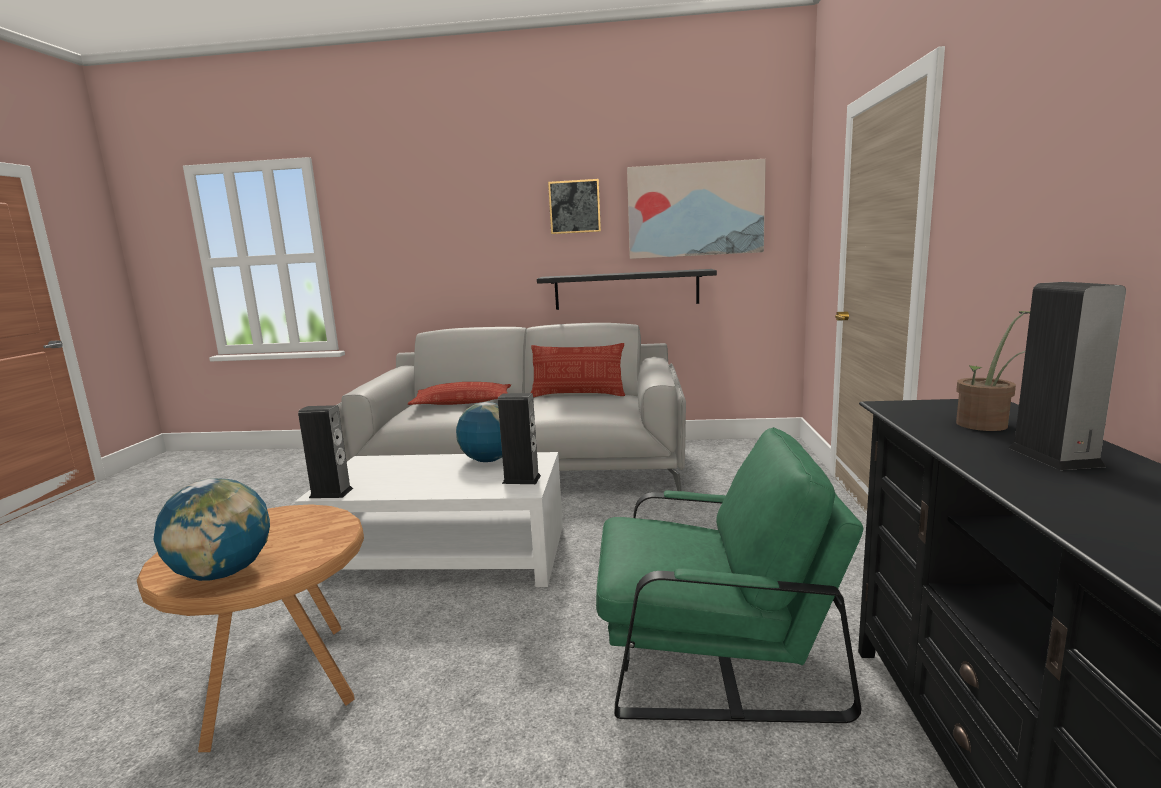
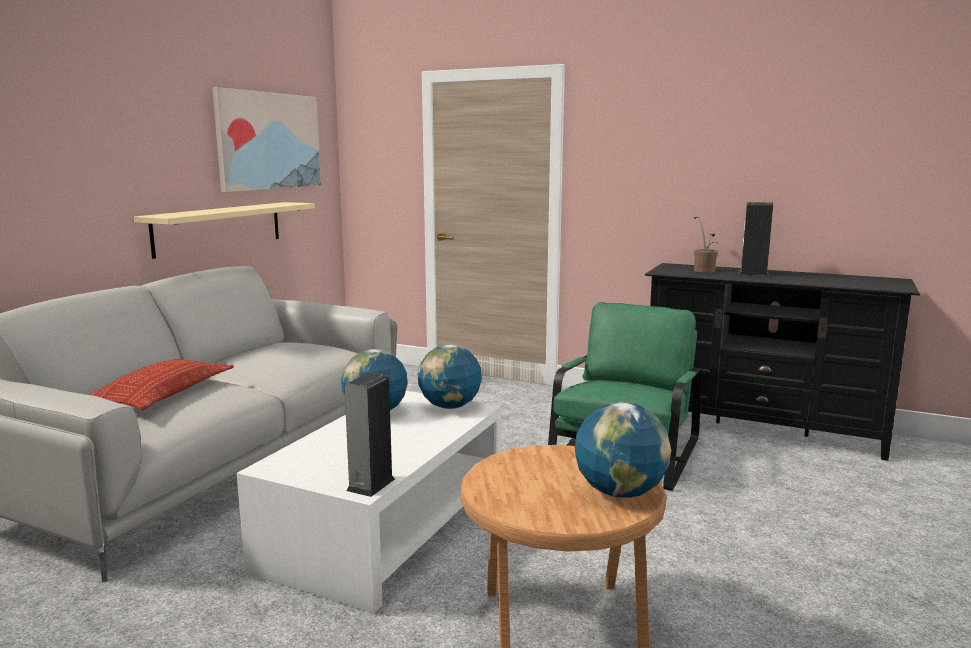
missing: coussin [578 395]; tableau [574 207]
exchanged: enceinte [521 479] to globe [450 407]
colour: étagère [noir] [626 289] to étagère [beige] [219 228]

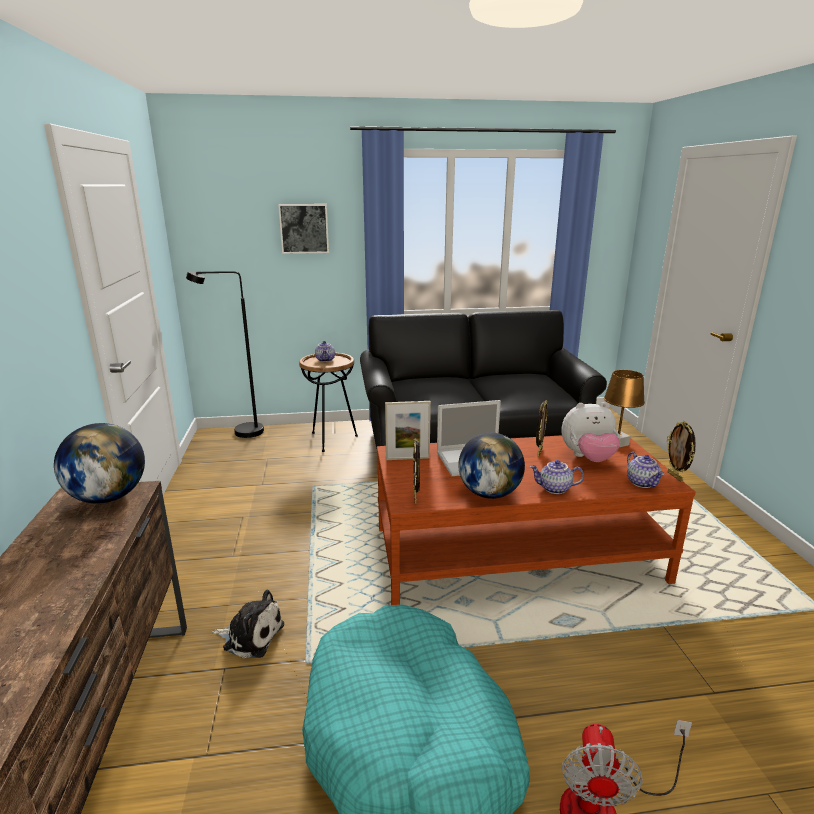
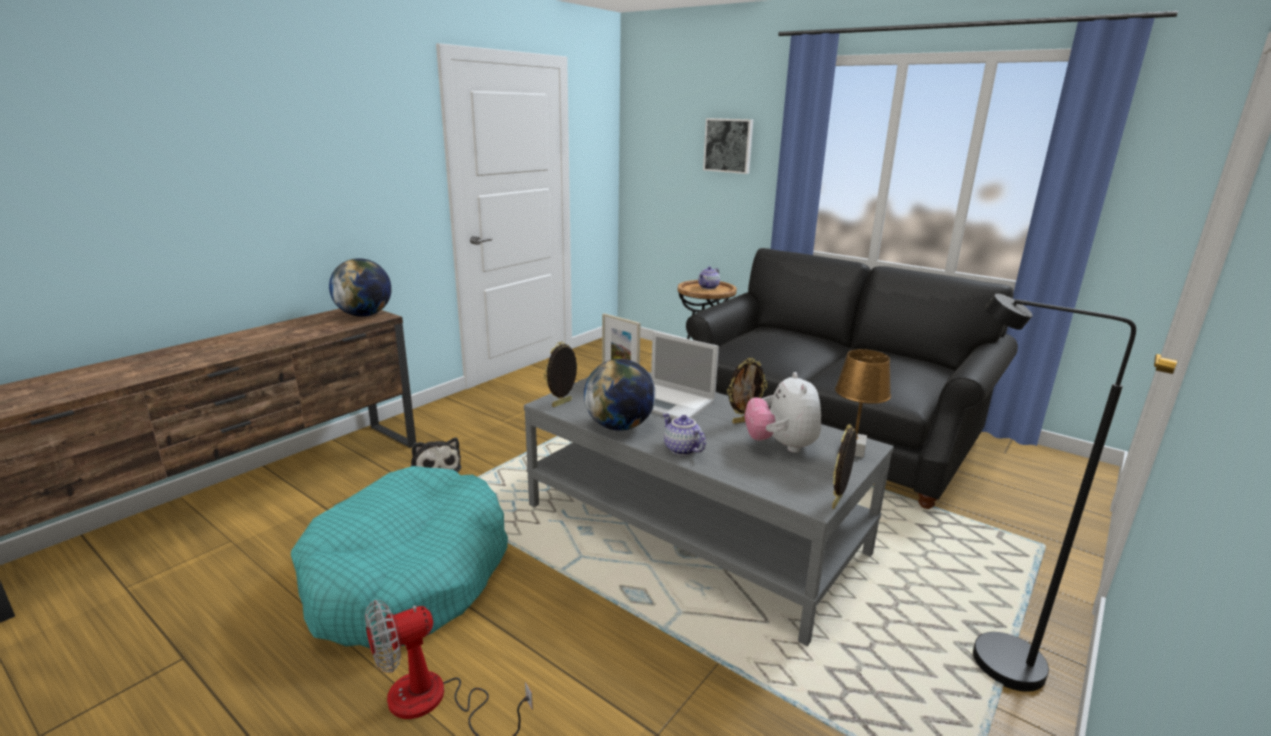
missing: théière [643 483]
relocated: lampadaire [noir] [240 432] to [987 655]
colour: table basse [marron] [516 554] to table basse [gris] [693 529]
spun: peluche [588 458] = [781 446] 45 degrees clockwise

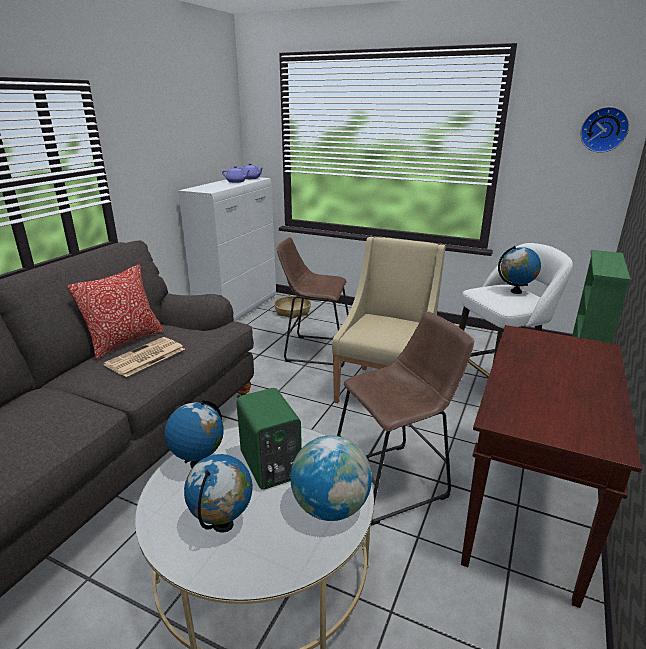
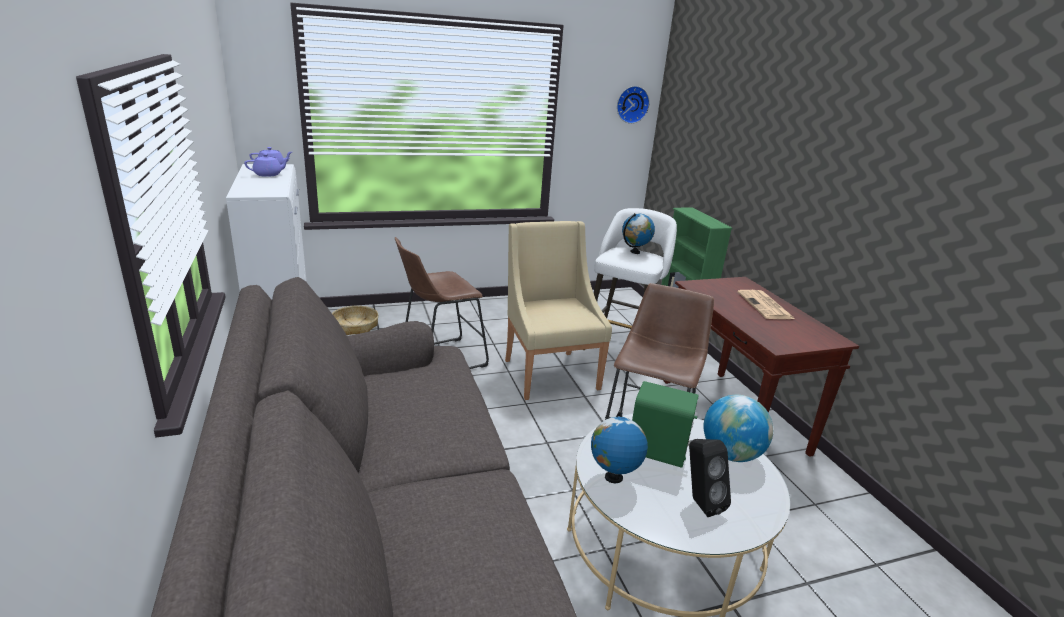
missing: coussin [125 342]
relocated: journal [145 357] to [765 306]
exchanged: globe [223 525] to enceinte [noir] [699 503]

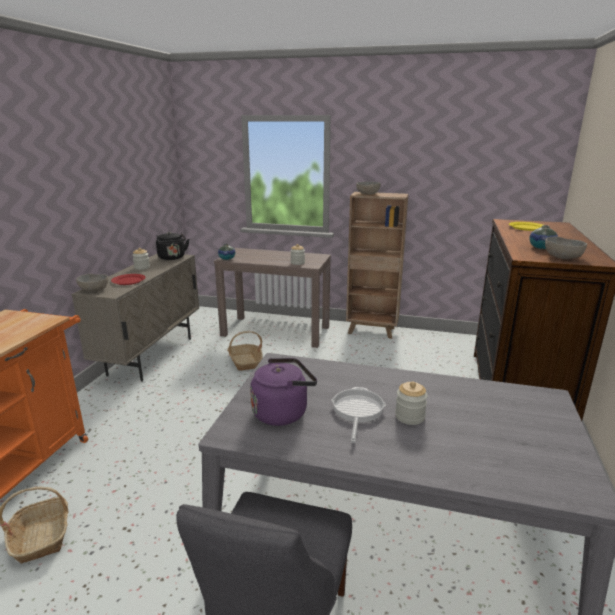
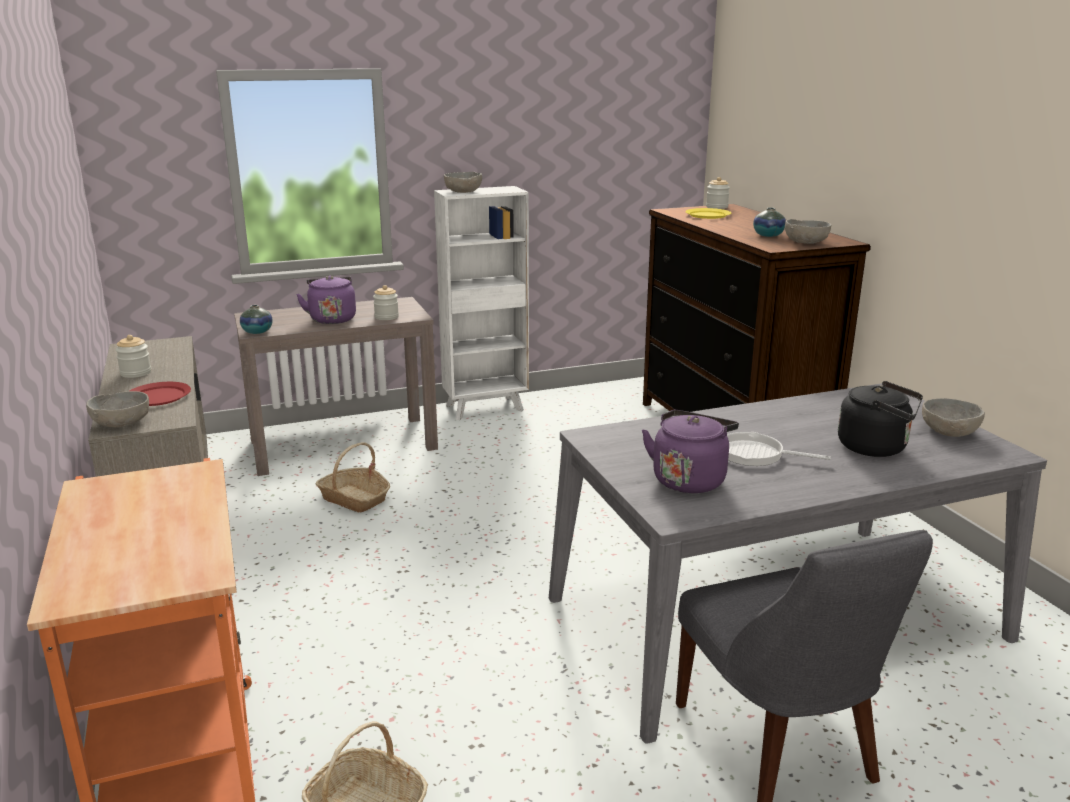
appeared: bouilloire [violet] [332 319]; bol [gris] [948 431]
relocated: bouilloire [noir] [172 258] to [876 448]; bocal [409 416] to [717 207]
colour: bibliothèque [marron] [372 331] to bibliothèque [blanc] [486 408]
spun: poêle [357 411] = [755 454] 45 degrees counterclockwise

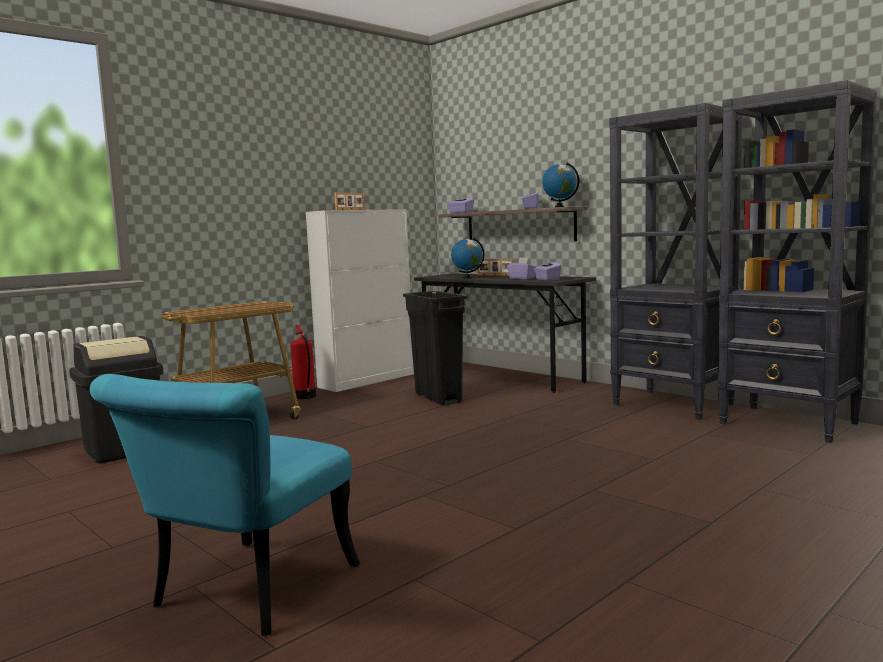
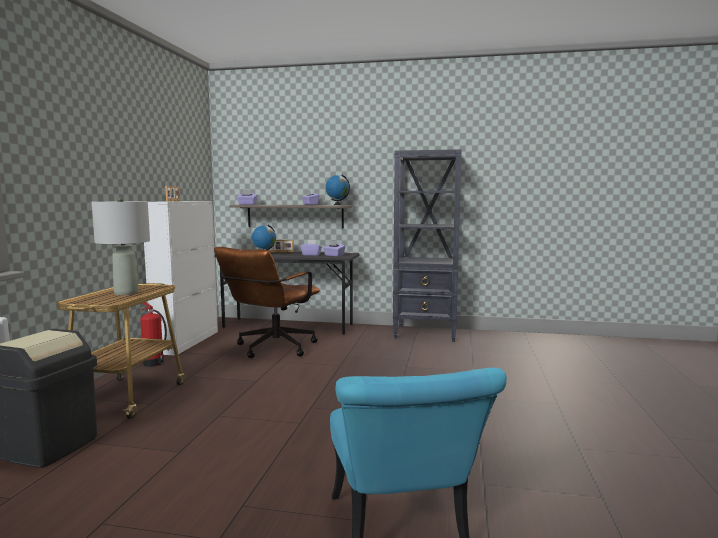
missing: bibliothèque [noir] [789 424]
appeared: lampe de table [gris] [127 293]
exchanged: poubelle [noir] [438 398] to chaise de bureau [marron] [271 349]

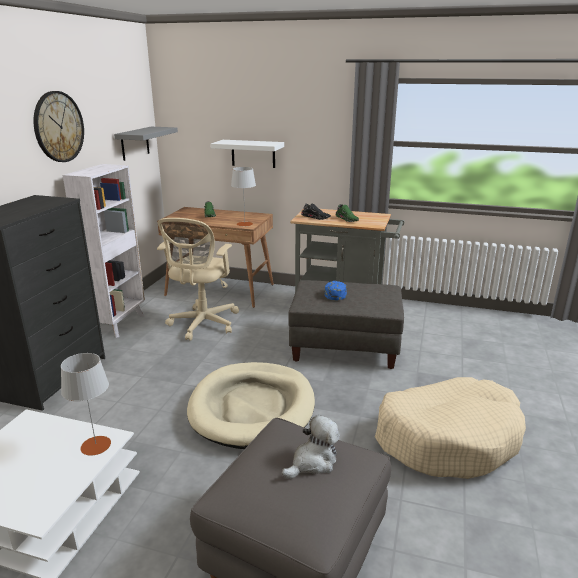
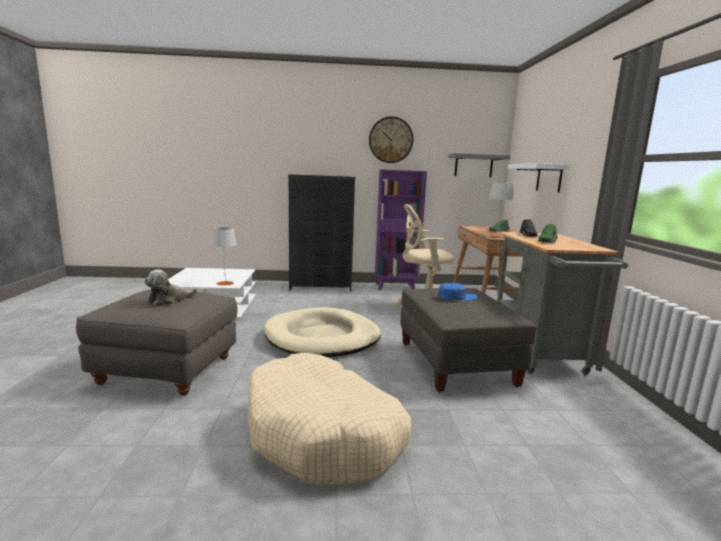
colour: bibliothèque [blanc] [120 323] to bibliothèque [violet] [396 287]
spun: peluche [313 462] = [169 300] 105 degrees clockwise

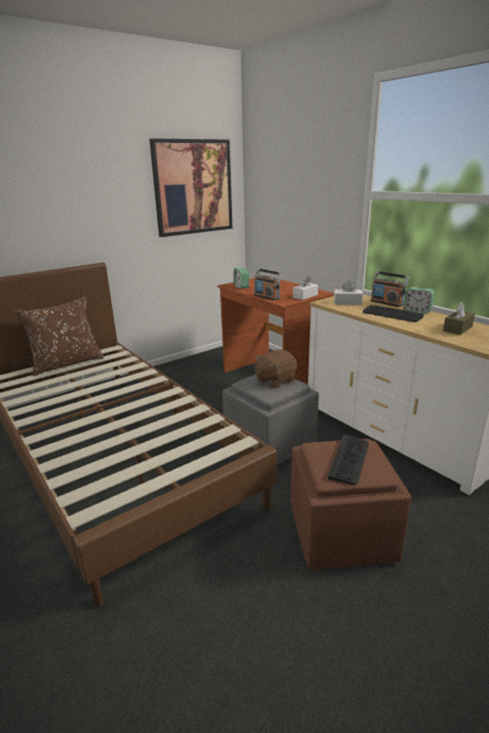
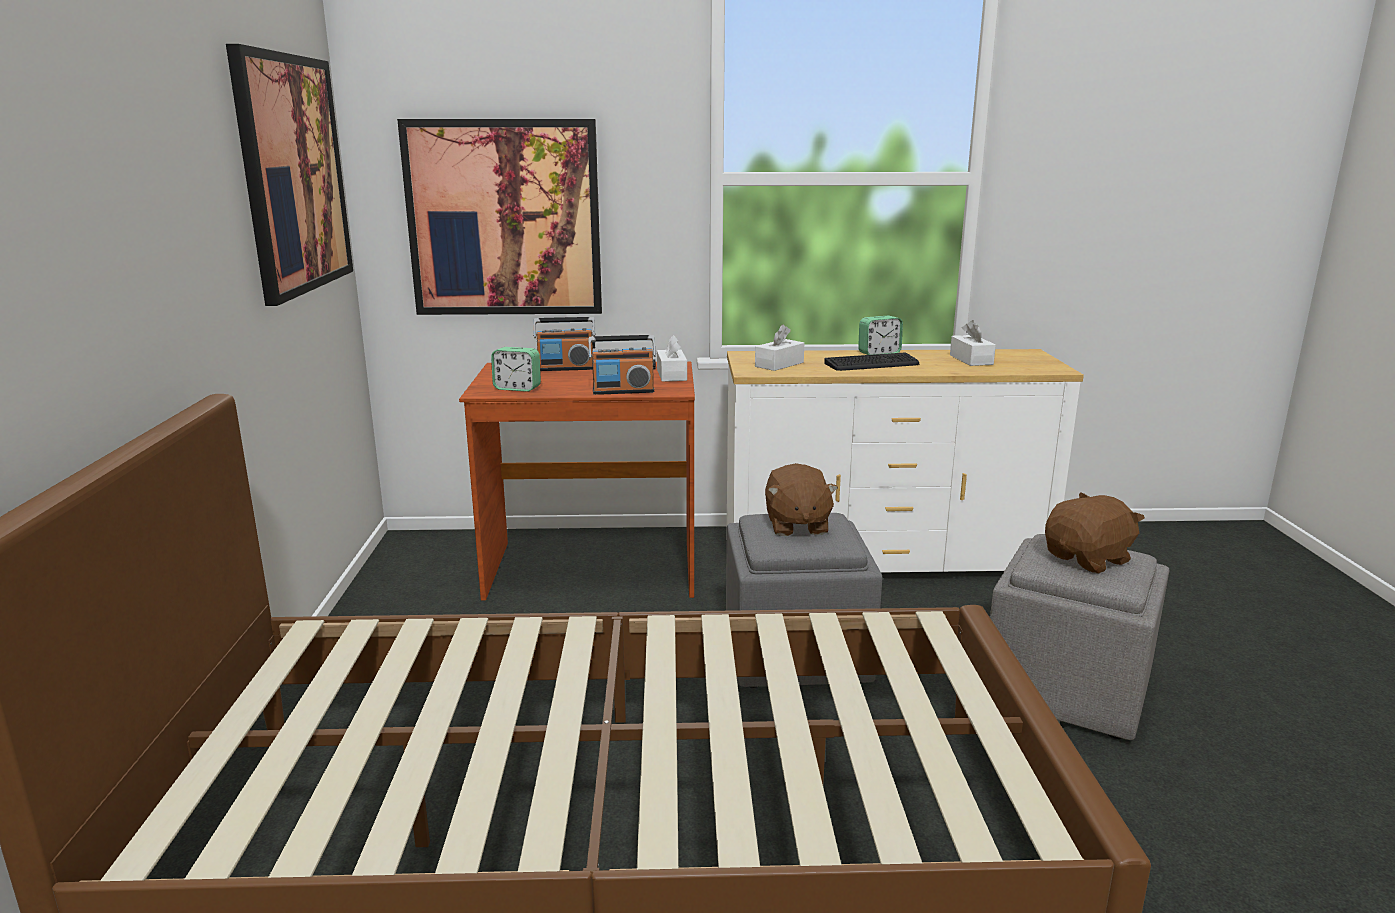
missing: coussin [marron] [66 363]
appeared: tableau [504 219]
relocated: radio [386 303] to [566 368]
exchanged: clavier [349 460] to peluche [marron] [1088 559]
colour: pouf [marron] [340 533] to pouf [gris] [1064 690]; boîte à mouchoirs [marron] [457 329] to boîte à mouchoirs [blanc] [971 360]

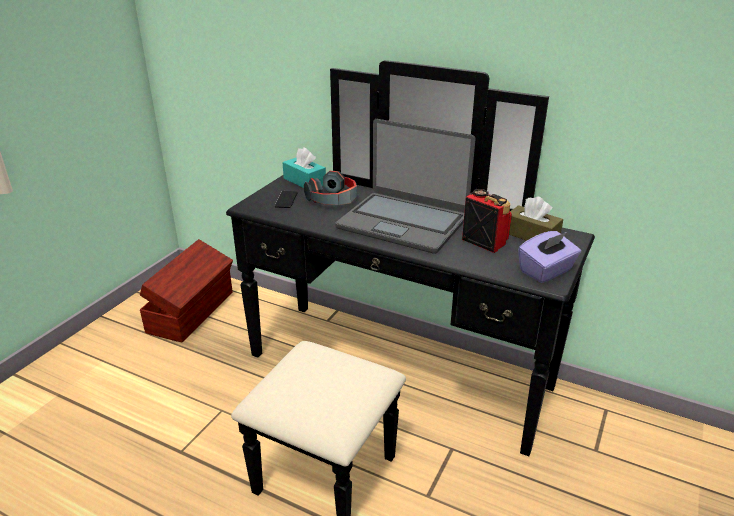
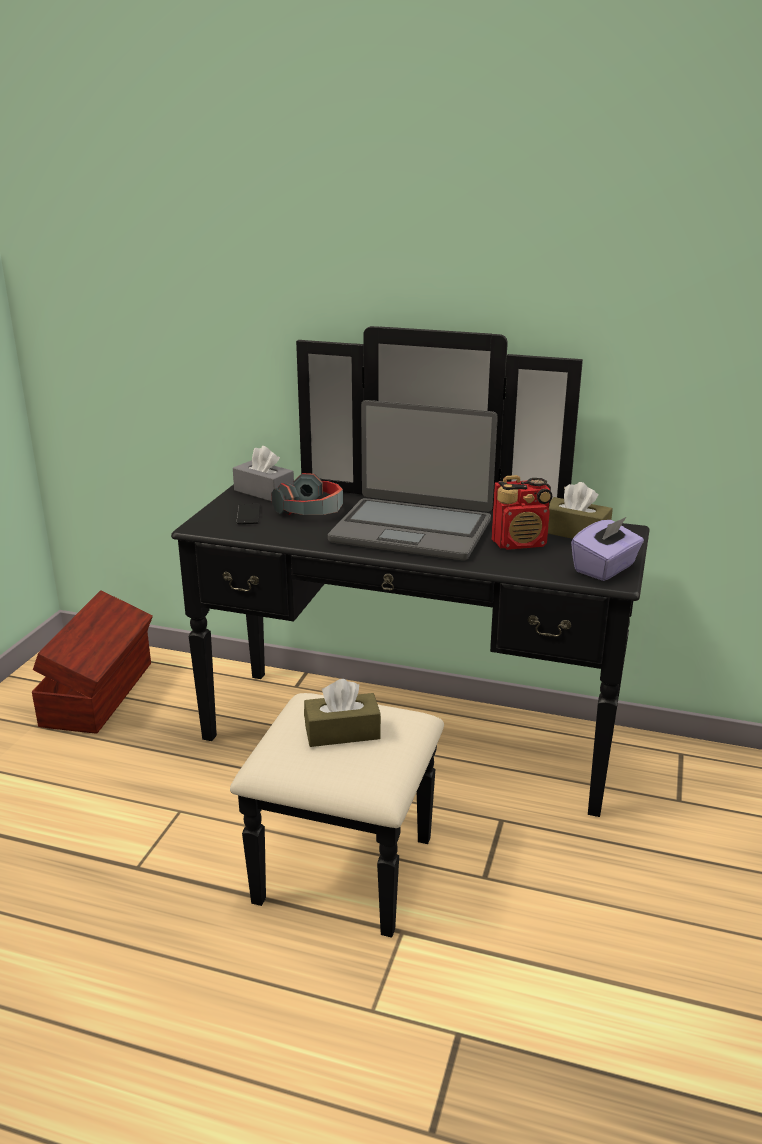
appeared: boîte à mouchoirs [marron] [342 732]
colour: boîte à mouchoirs [turquoise] [304 181] to boîte à mouchoirs [gris] [264 492]
spun: radio [484 241] = [520 543] 135 degrees clockwise

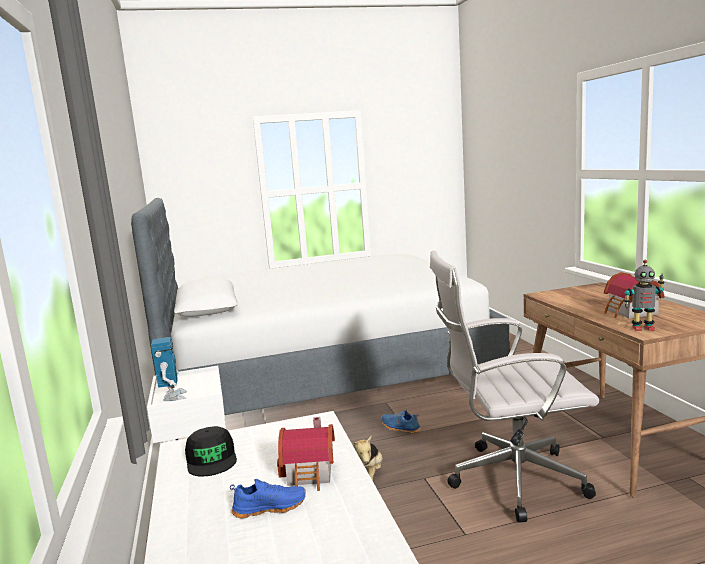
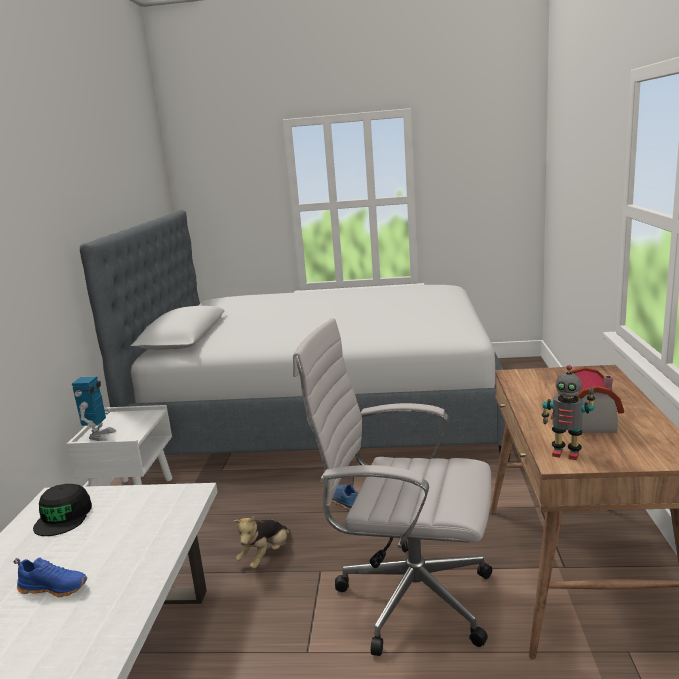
missing: maison miniature [311 474]

